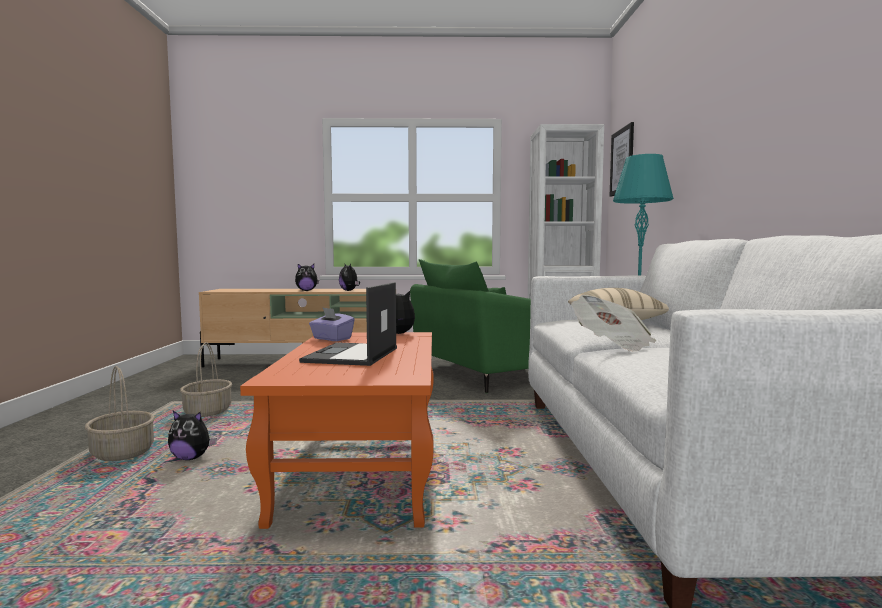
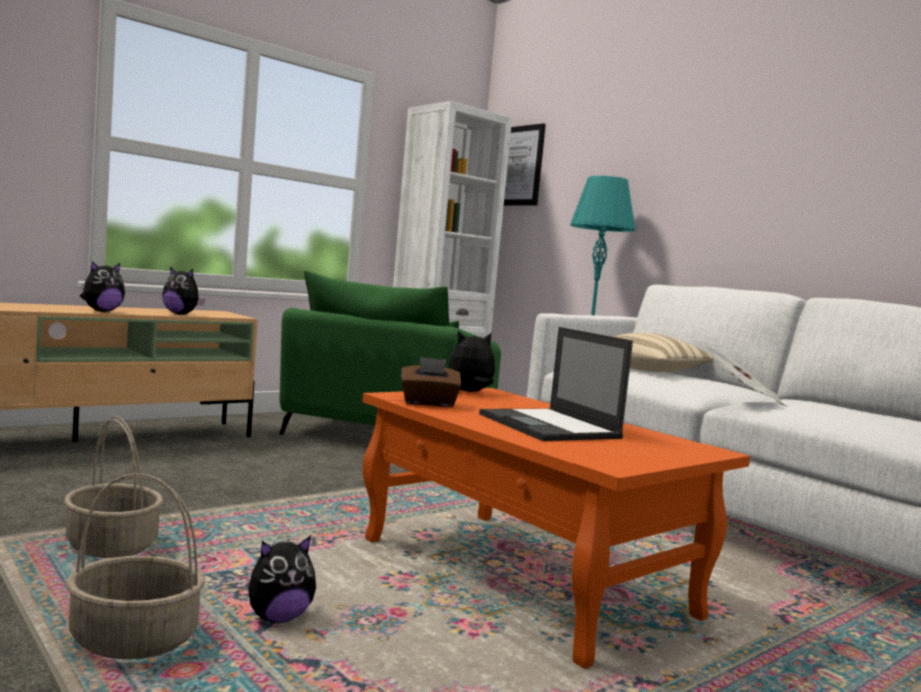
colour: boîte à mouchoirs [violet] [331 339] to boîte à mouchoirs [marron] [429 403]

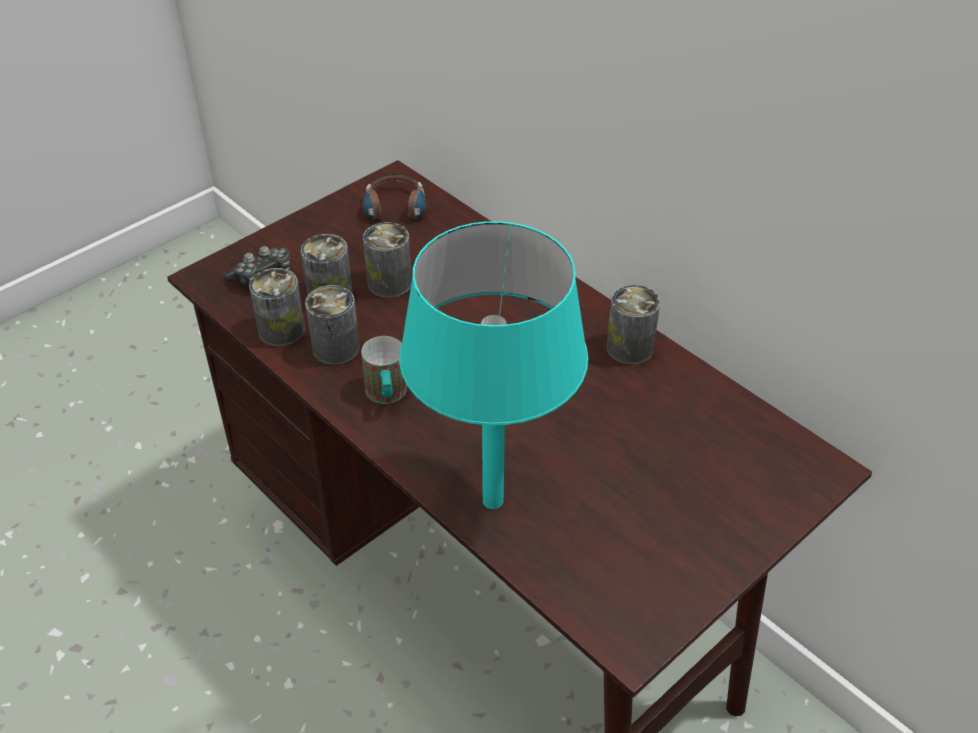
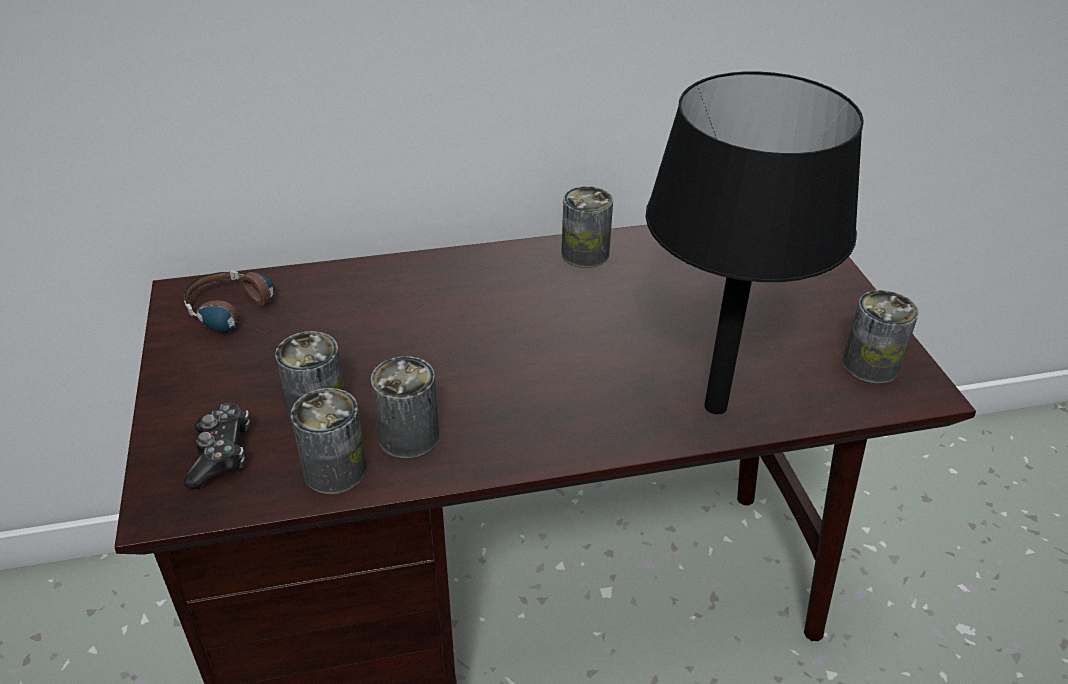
missing: mug [387 396]
relocated: boîte métallique [389 283] to [870 365]
colour: lampe de table [turquoise] [492 501] to lampe de table [noir] [716 407]

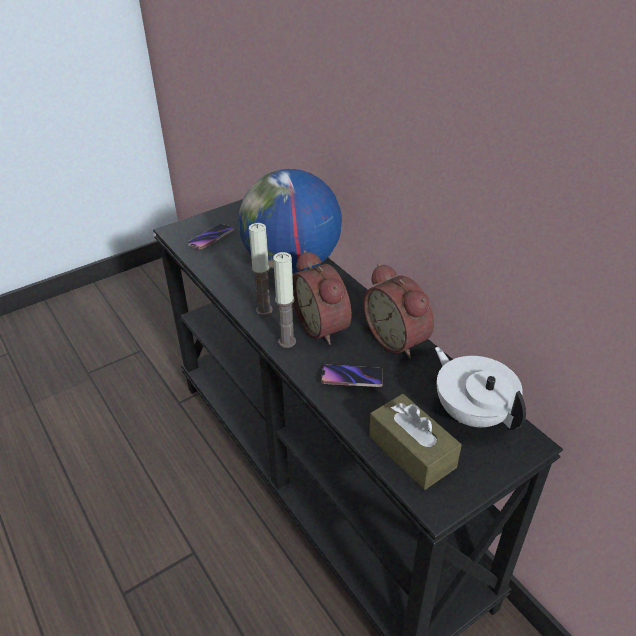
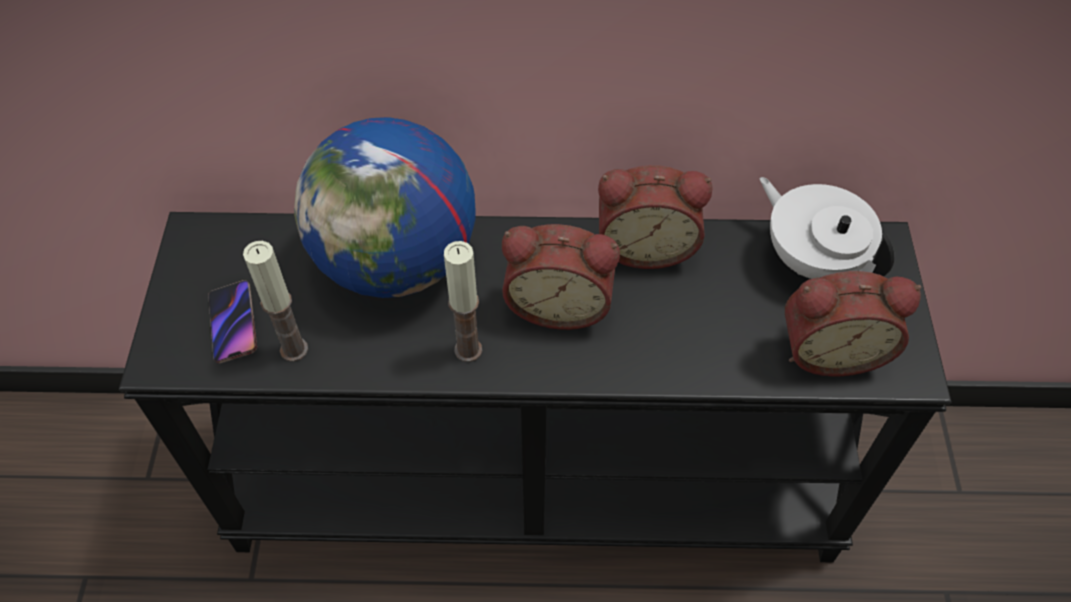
missing: téléphone [352 378]
relocated: bougie [287 341] to [294 349]
exchanged: boîte à mouchoirs [marron] [411 451] to réveil [830 348]
spun: théière [blanc] [472 413] = [812 258] 45 degrees clockwise

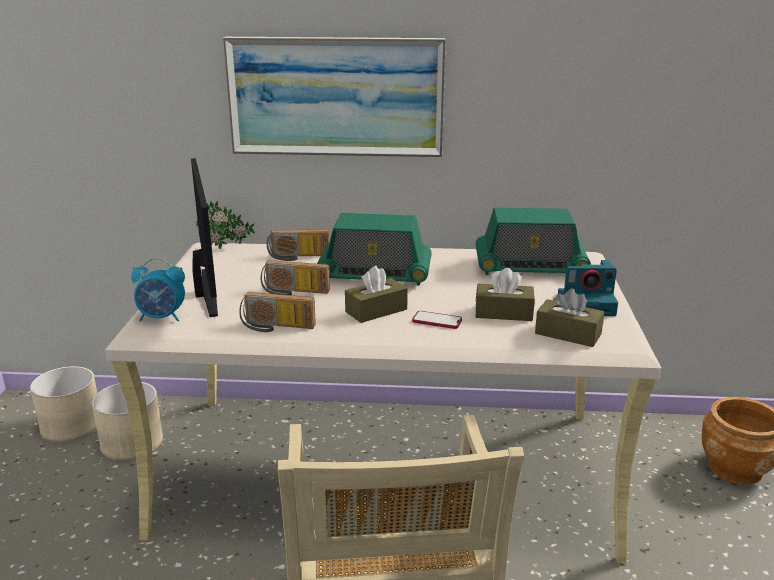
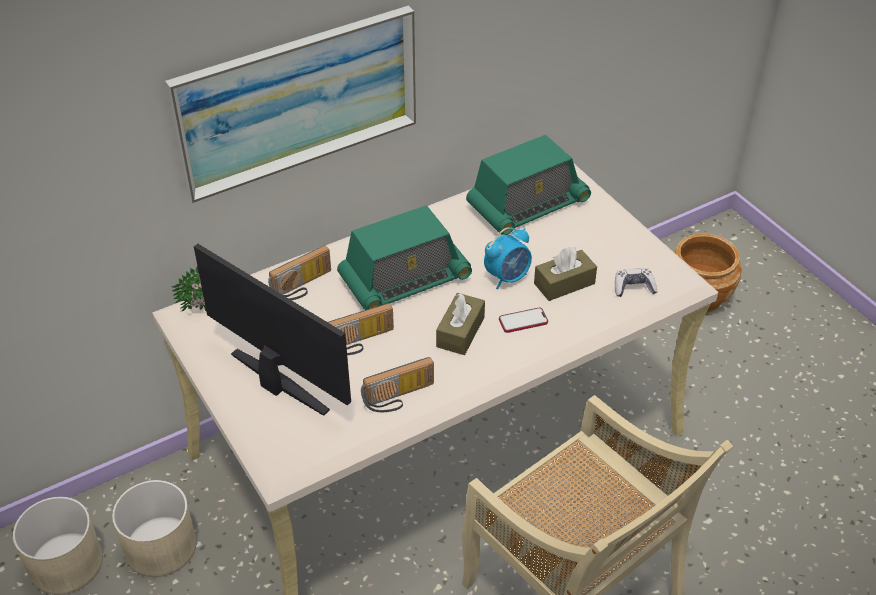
missing: appareil photo [587 304]
relocated: réveil [162 318] to [507 277]
exchanged: boîte à mouchoirs [marron] [568 334] to manette [633 287]

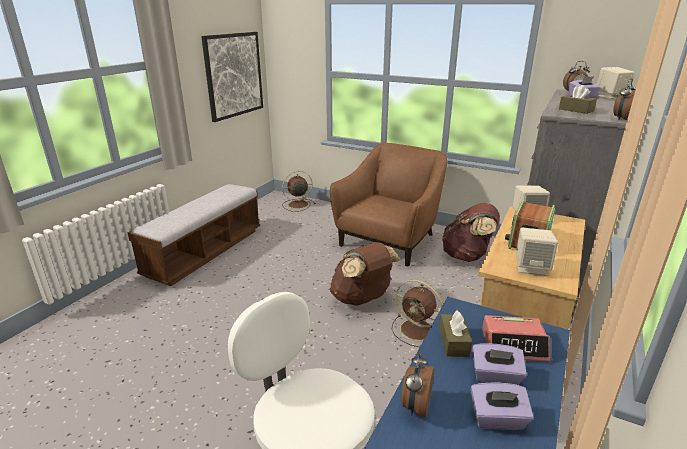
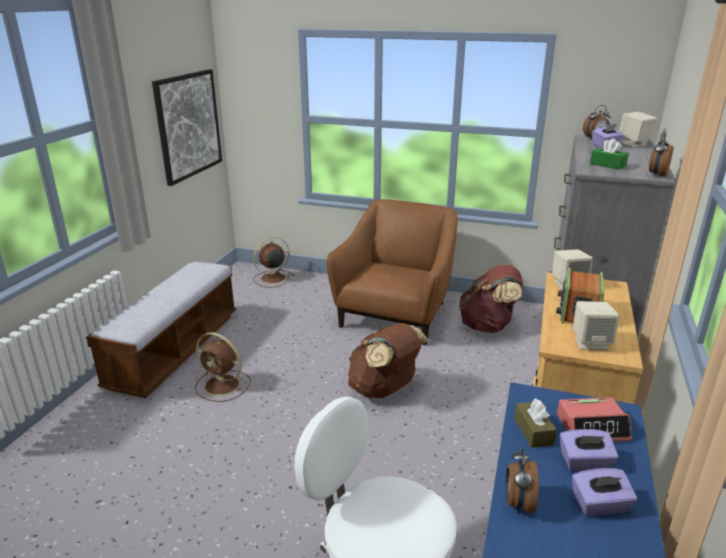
relocated: ventilateur [marron] [418 330] to [223 385]
colour: boîte à mouchoirs [marron] [576 110] to boîte à mouchoirs [vert] [607 165]

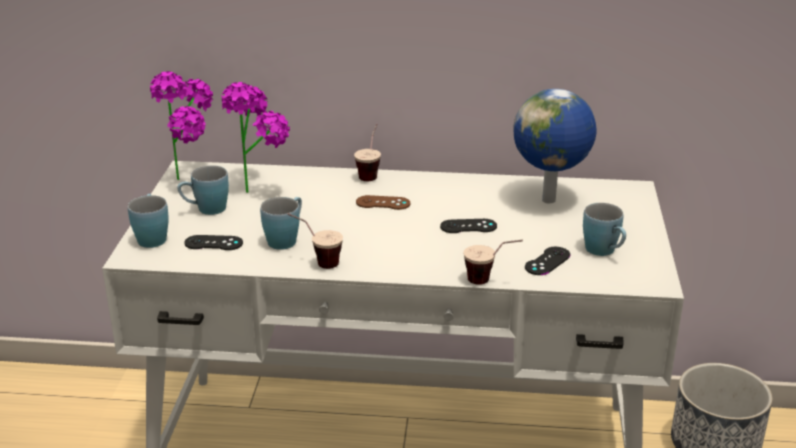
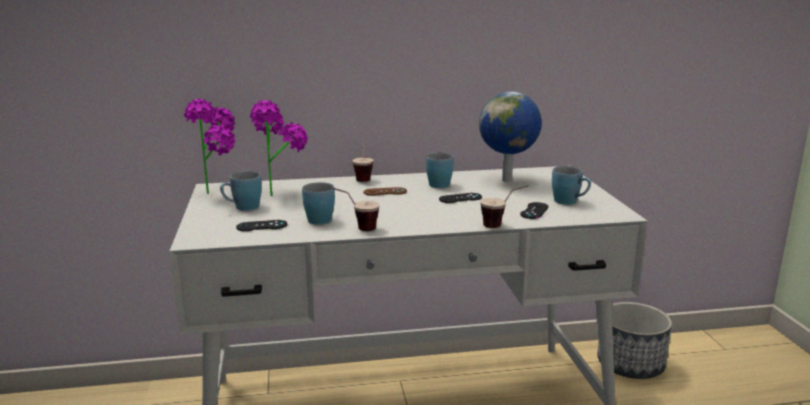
relocated: mug [bleu] [152 236] to [436 183]

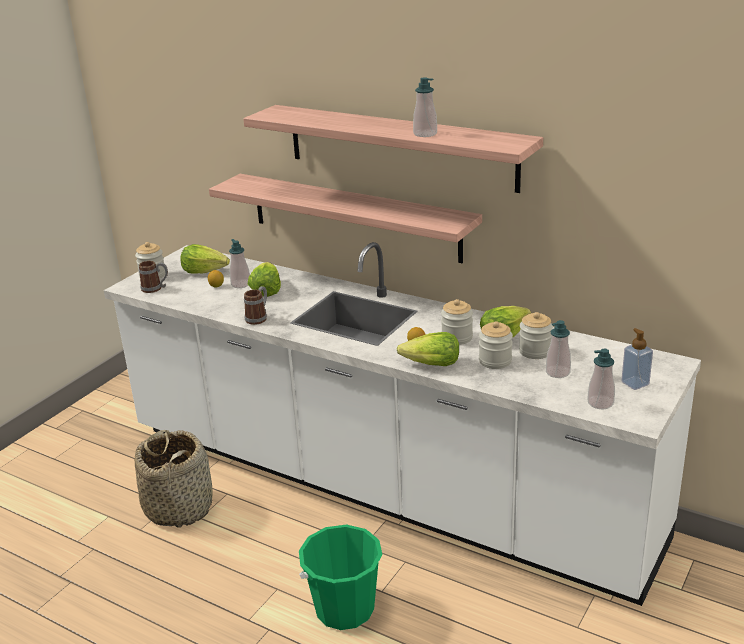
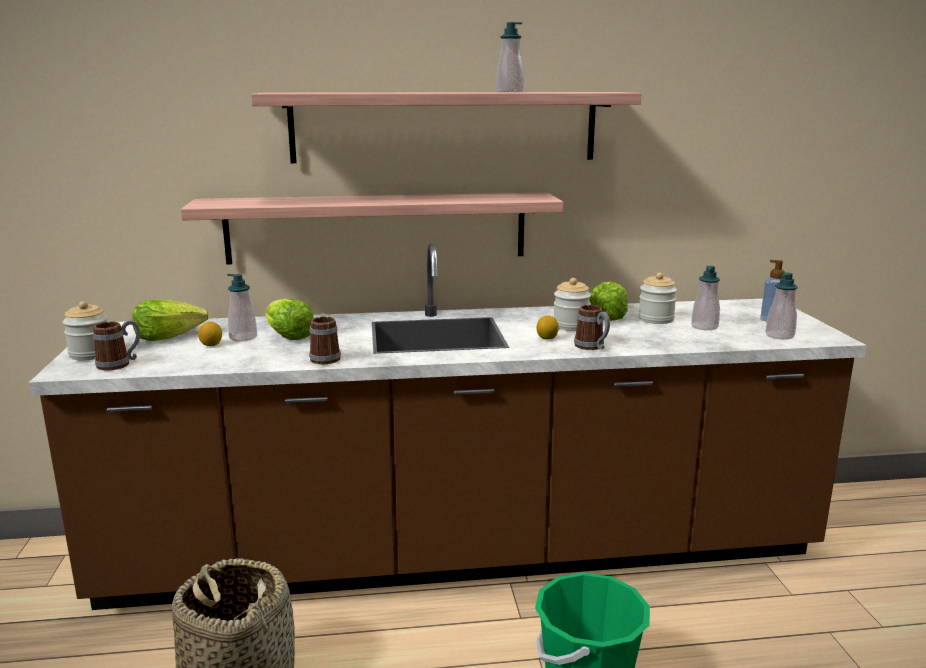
missing: bocal [495 361]
exchanged: laitue [431 365] to mug [592 347]
colour: comptoir de cuisine [blanc] [380 486] to comptoir de cuisine [marron] [463 554]

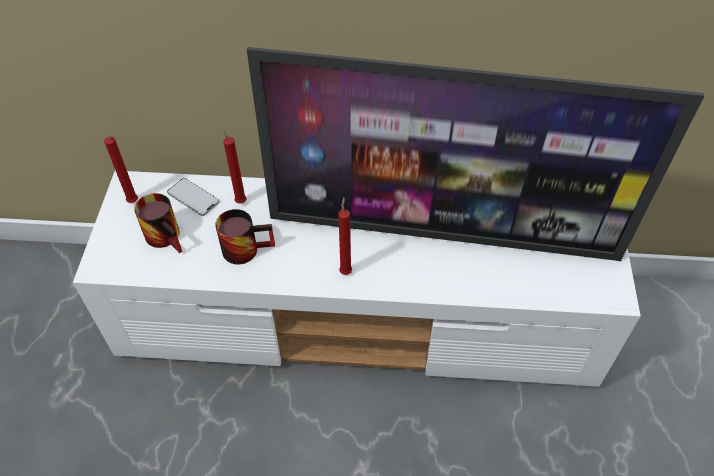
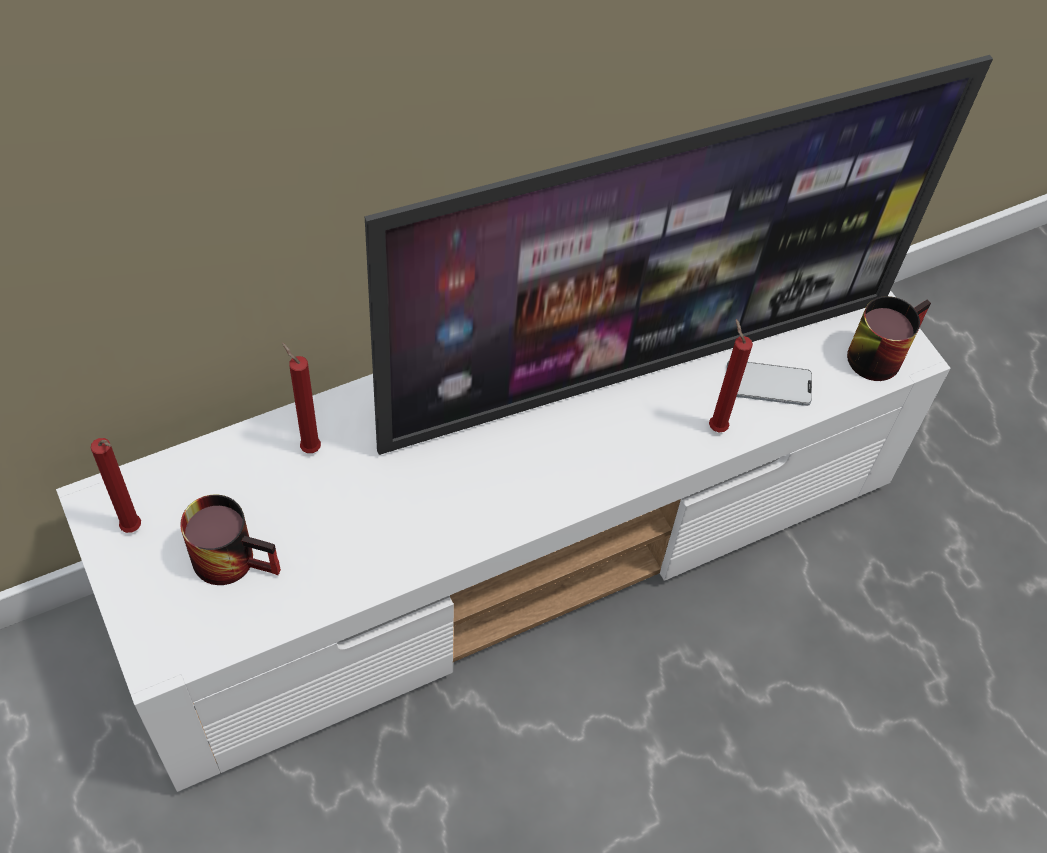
relocated: téléphone [193 197] to [768 384]; mug [246 247] to [878 350]; bougie [rouge] [346 270] to [715 425]

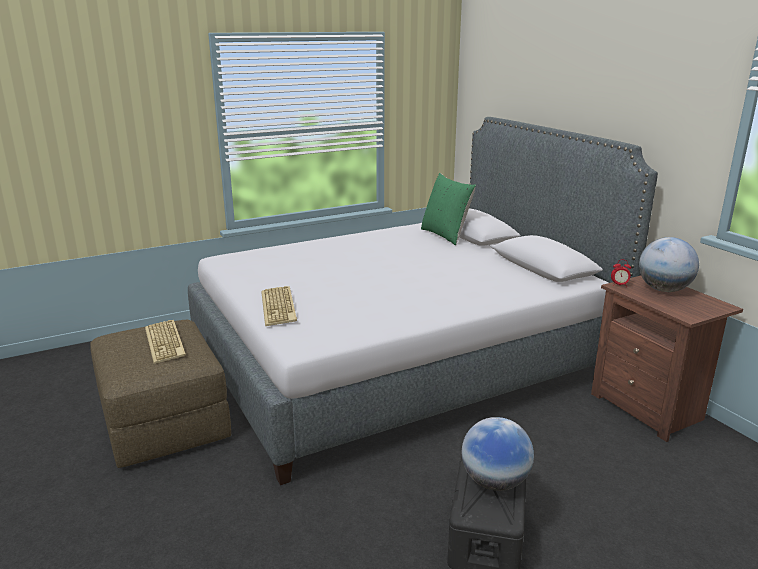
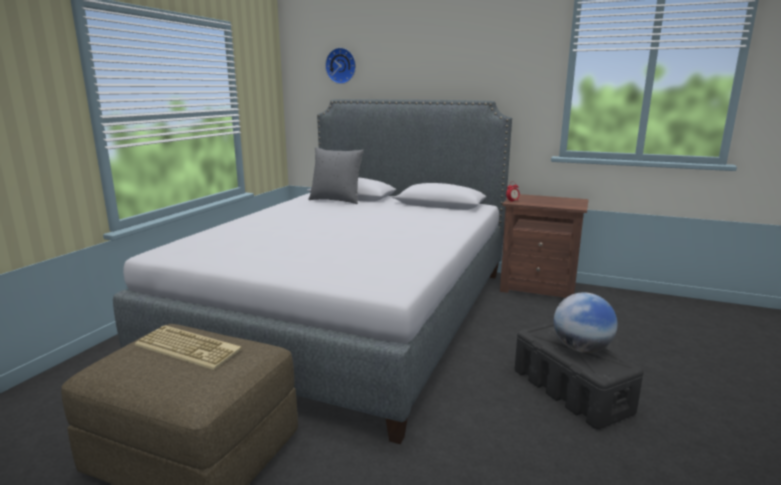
missing: clavier [279 307]; globe [663 290]
appeared: horloge murale [341 66]
colour: coussin [vert] [445 235] to coussin [gris] [336 200]

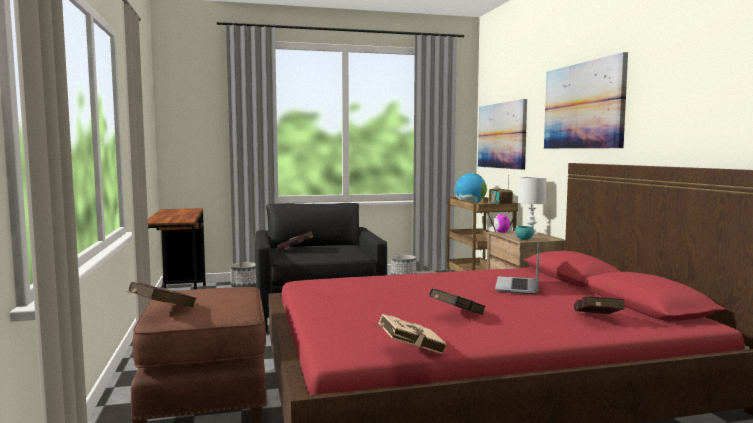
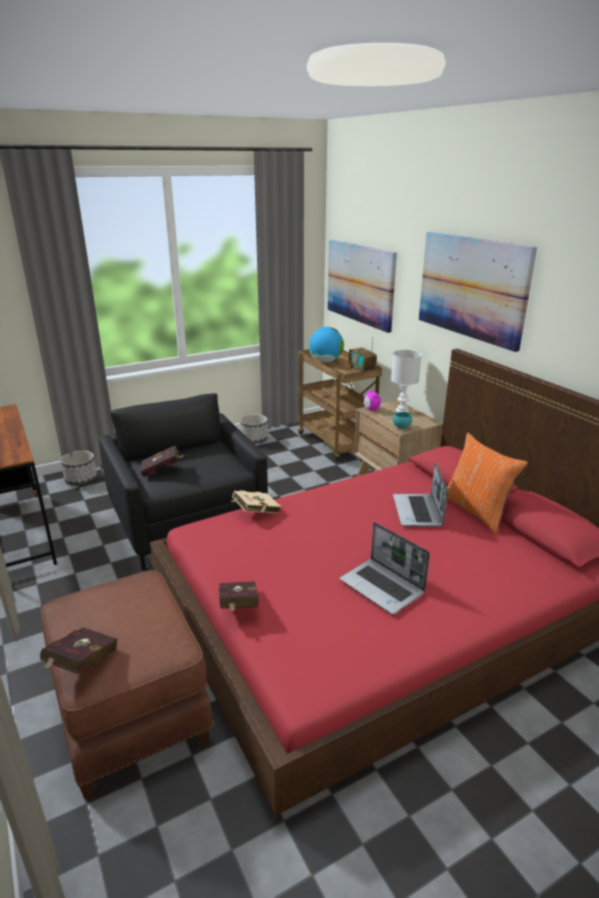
appeared: coussin [orange] [476 511]
relocated: livre [beige] [408 350] to [254 512]; livre [rouge] [597 320] to [238 608]
exchanged: livre [noir] [455 315] to ordinateur portable [383 587]

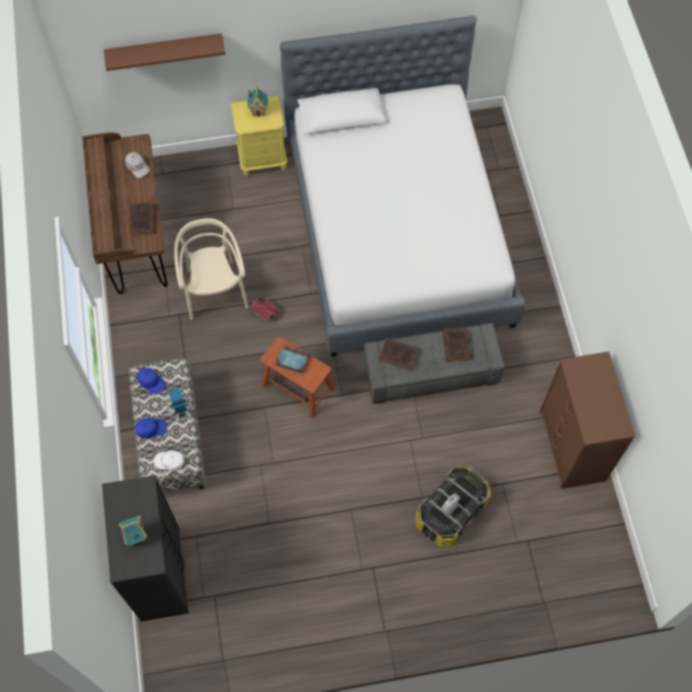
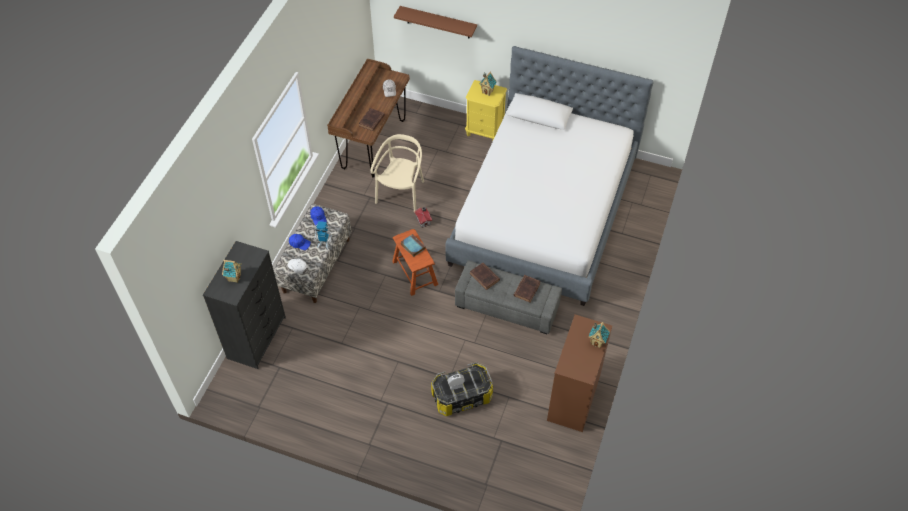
appeared: maison miniature [597 342]

